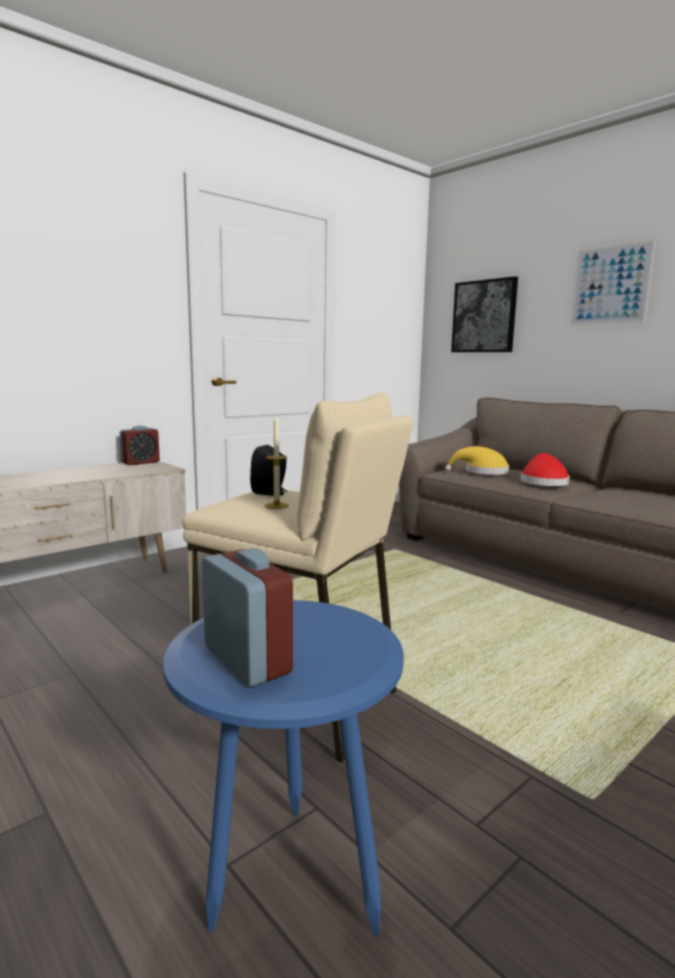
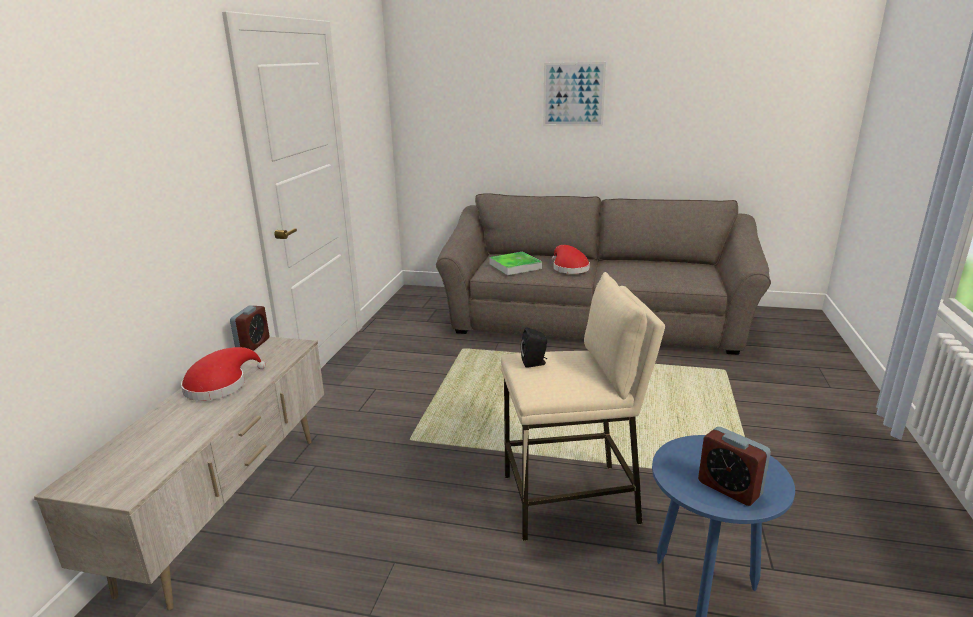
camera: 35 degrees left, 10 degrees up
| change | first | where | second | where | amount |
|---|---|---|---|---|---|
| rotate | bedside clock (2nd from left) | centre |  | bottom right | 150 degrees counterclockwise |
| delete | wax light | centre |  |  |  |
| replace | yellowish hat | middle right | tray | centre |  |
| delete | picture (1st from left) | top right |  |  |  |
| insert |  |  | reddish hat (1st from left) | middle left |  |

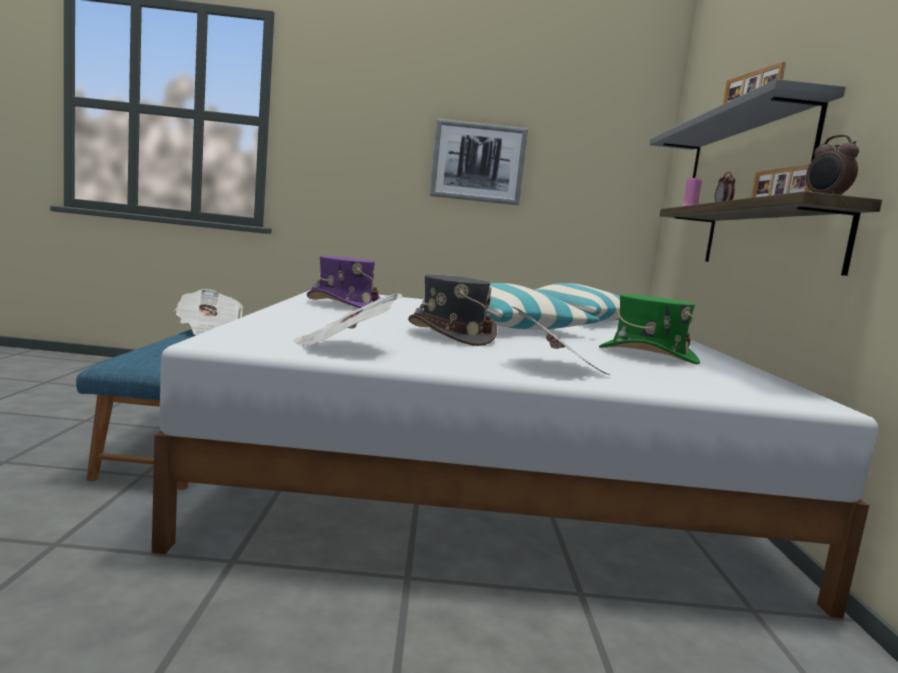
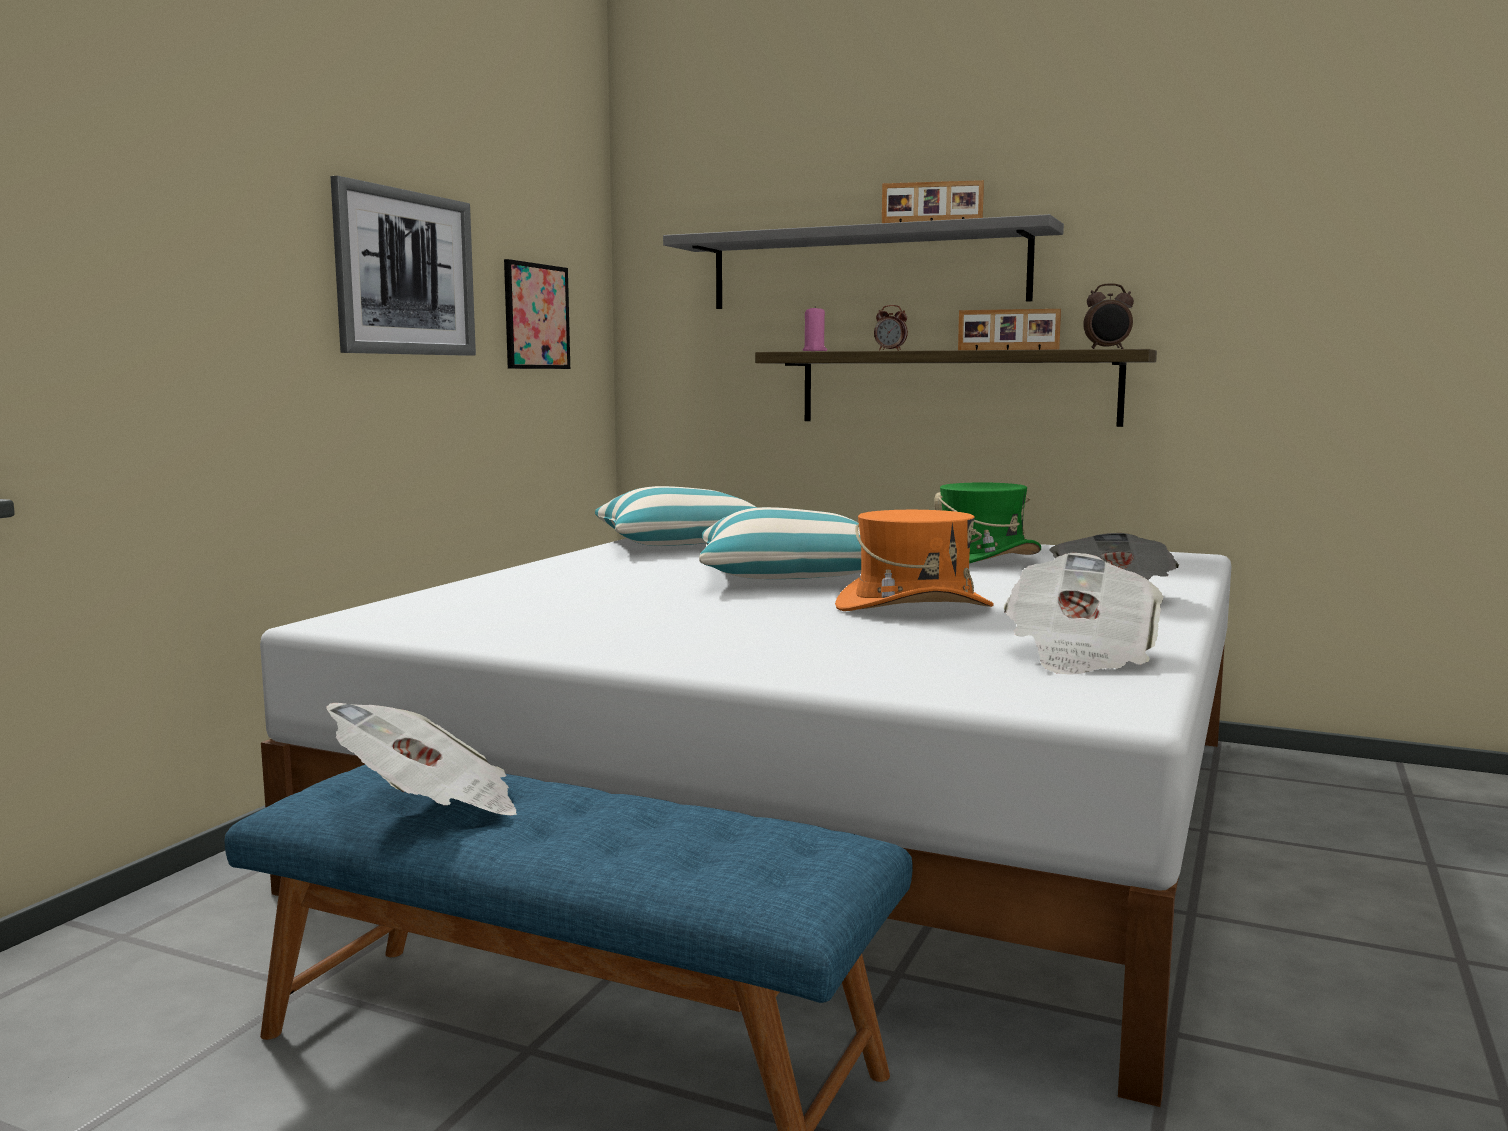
camera: 65 degrees left, 0 degrees up
| change | first | where | second | where | amount |
|---|---|---|---|---|---|
| delete | purplish hat | centre |  |  |  |
| recolor | greyish hat | centre | orange-coloured hat | centre |  |
| insert |  |  | picture (2nd from left) | top centre |  |

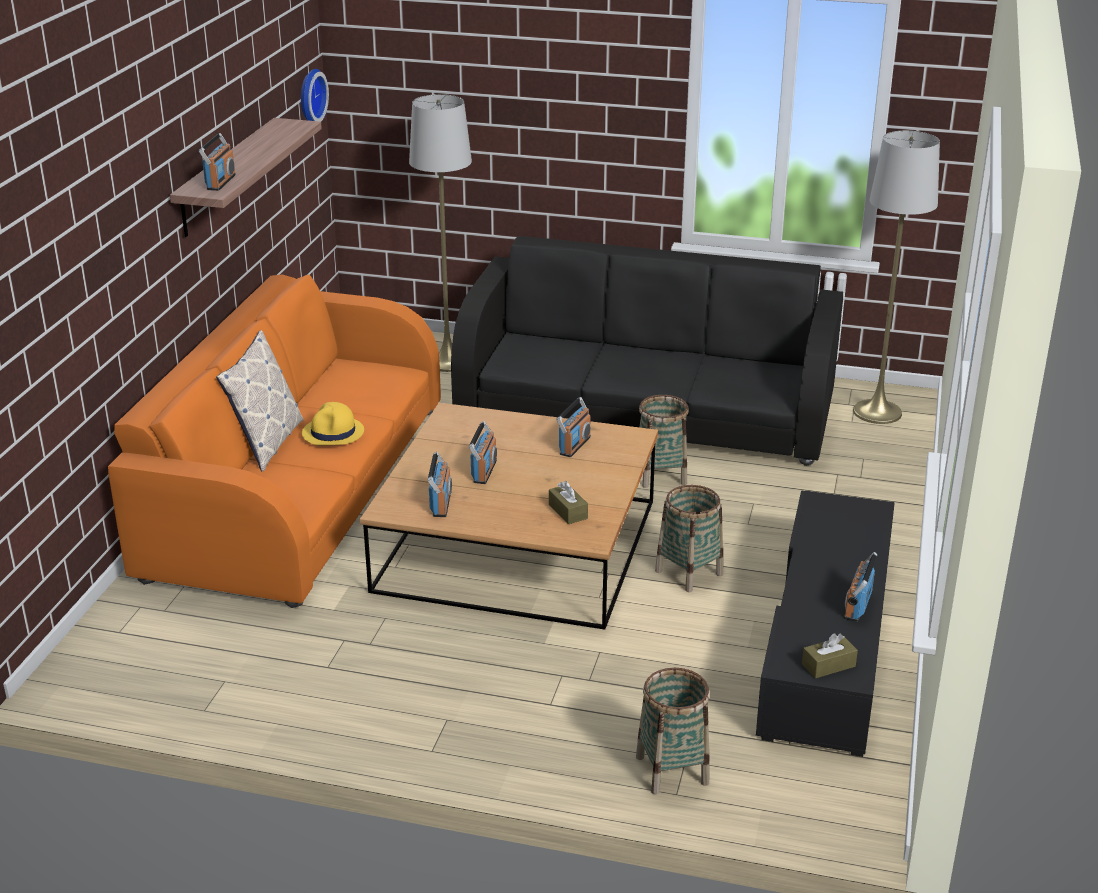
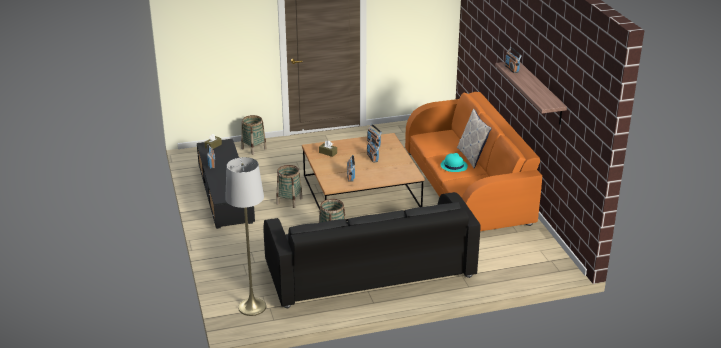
camera: 150 degrees right, 0 degrees up
| change | first | where | second | where | amount |
|---|---|---|---|---|---|
| delete | clock on the wall | top left |  |  |  |
| recolor | yellowish hat | middle left | turquoise hat | centre |  |
| delete | greyish standard lamp (1st from left) | top centre |  |  |  |

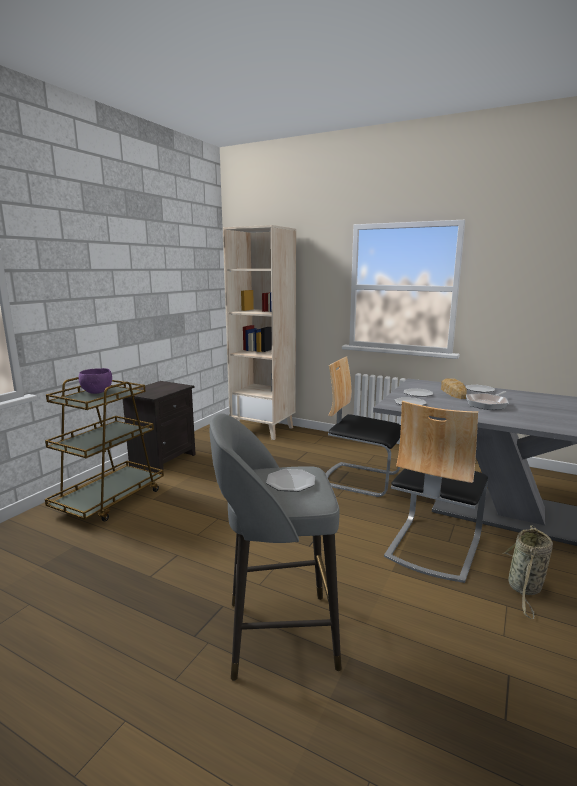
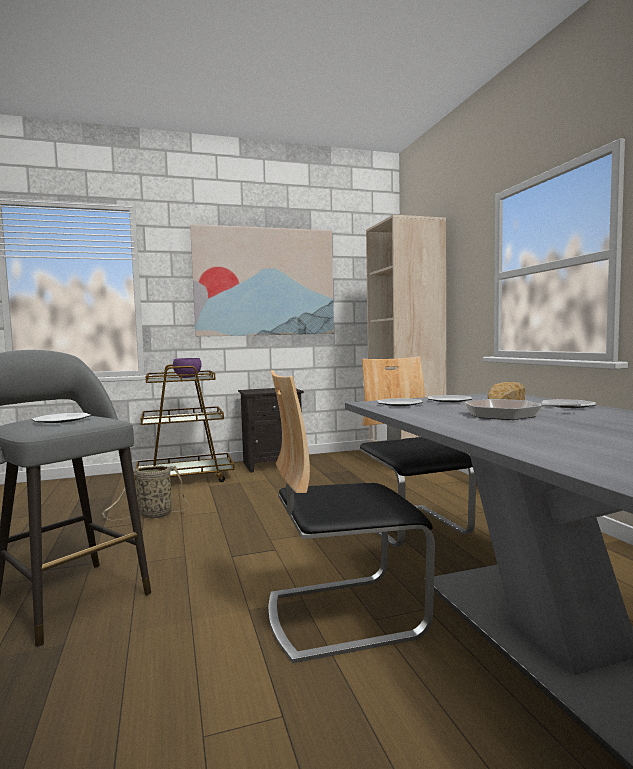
camera: 45 degrees right, 10 degrees down
| change | first | where | second | where | amount |
|---|---|---|---|---|---|
| move | storage basket | bottom right |  | middle left |  |
| insert |  |  | picture | centre |  |

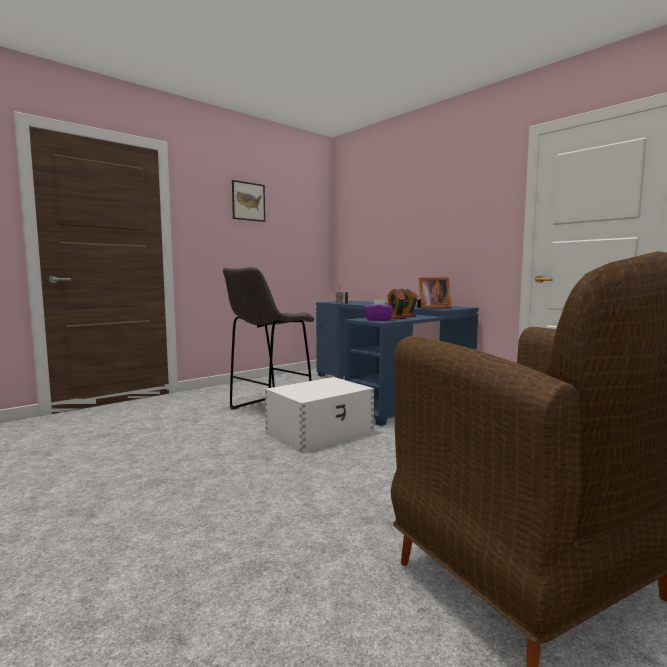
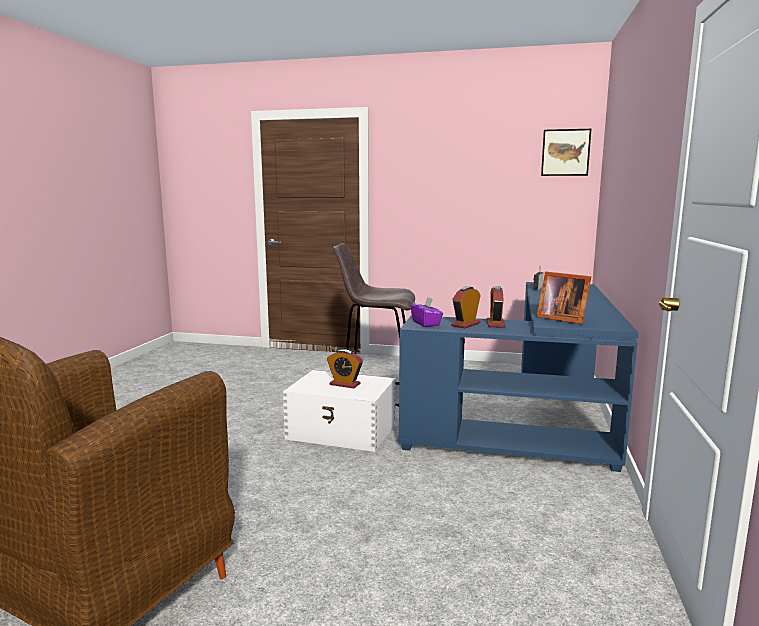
camera: 55 degrees right, 5 degrees up
| change | first | where | second | where | amount |
|---|---|---|---|---|---|
| move | picture | top centre |  | top right |  |
| insert |  |  | bedside clock (1st from left) | centre |  |

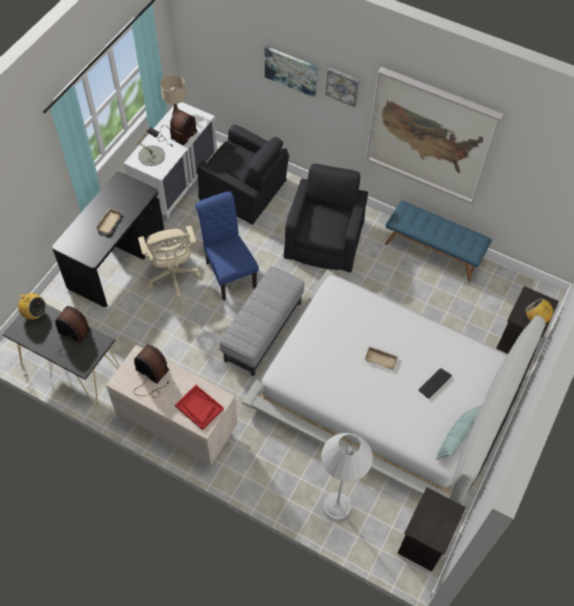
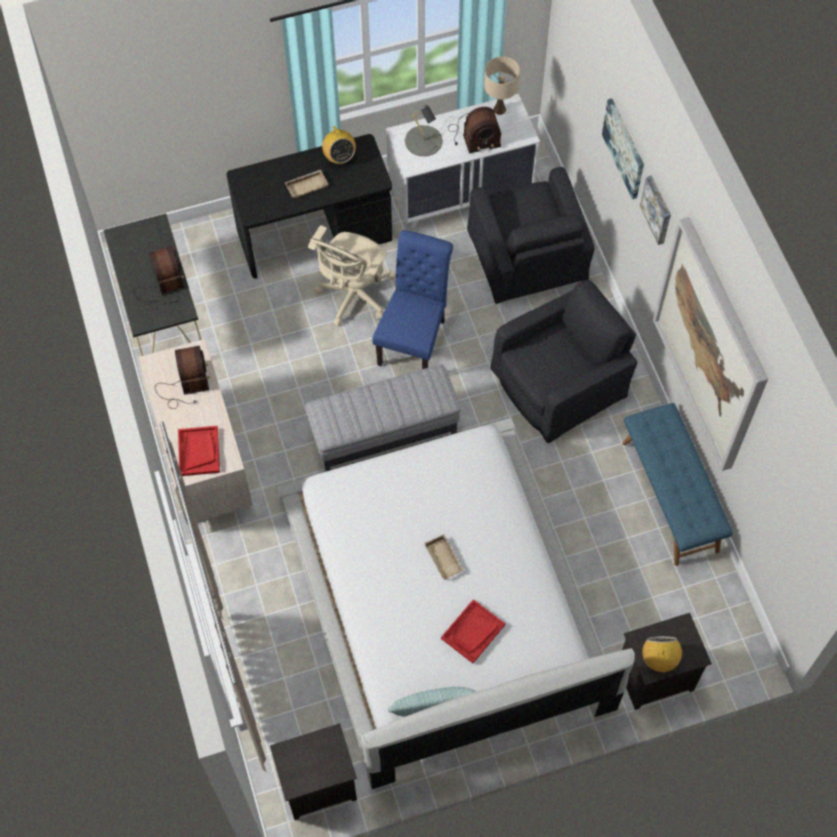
camera: 45 degrees right, 5 degrees up
| change | first | where | second | where | amount |
|---|---|---|---|---|---|
| move | radio receiver (1st from left in the first image) | middle left | radio receiver (3rd from left) | top centre |  |
| delete | white-coloured standard lamp | bottom centre |  |  |  |
| replace | keyboard | middle right | reddish tray (2nd from left) | bottom centre |  |

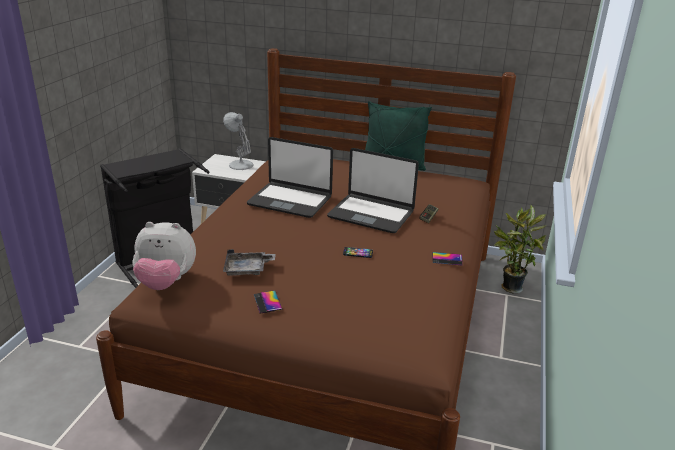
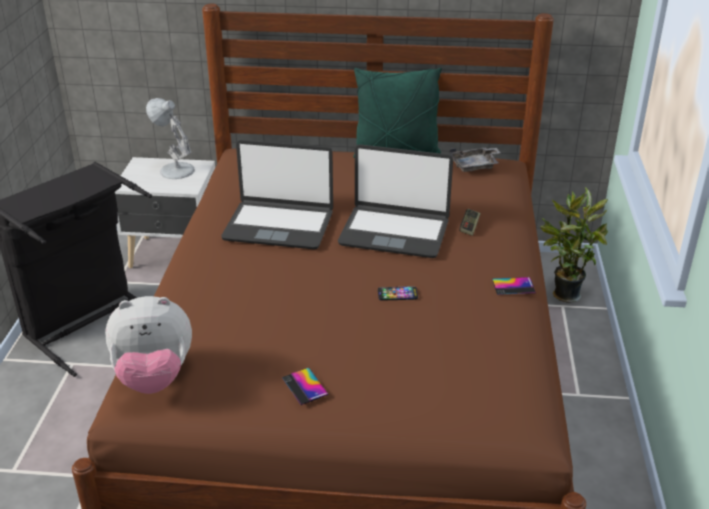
camera: 10 degrees left, 5 degrees up
| change | first | where | second | where | amount |
|---|---|---|---|---|---|
| move | greyish tray | centre |  | top right |  |

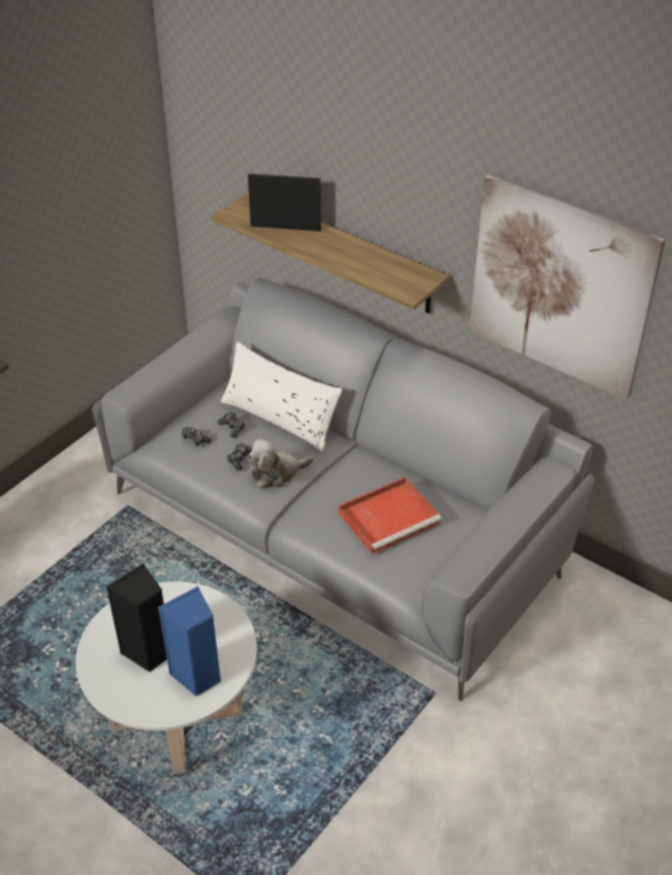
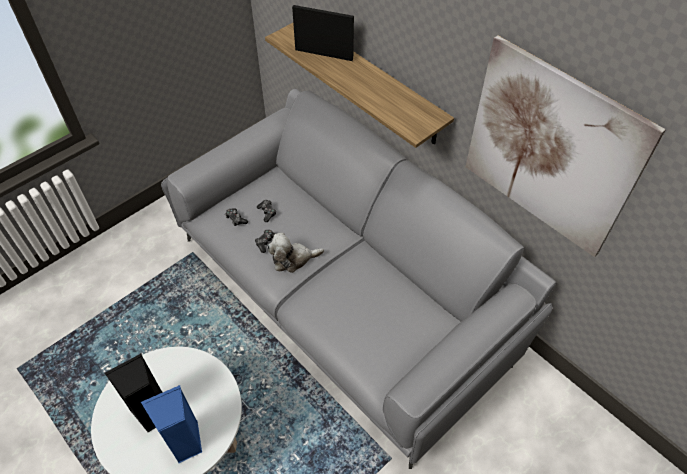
camera: 10 degrees right, 10 degrees up
| change | first | where | second | where | amount |
|---|---|---|---|---|---|
| delete | white-coloured pillow | centre |  |  |  |
| delete | reddish tray | centre |  |  |  |

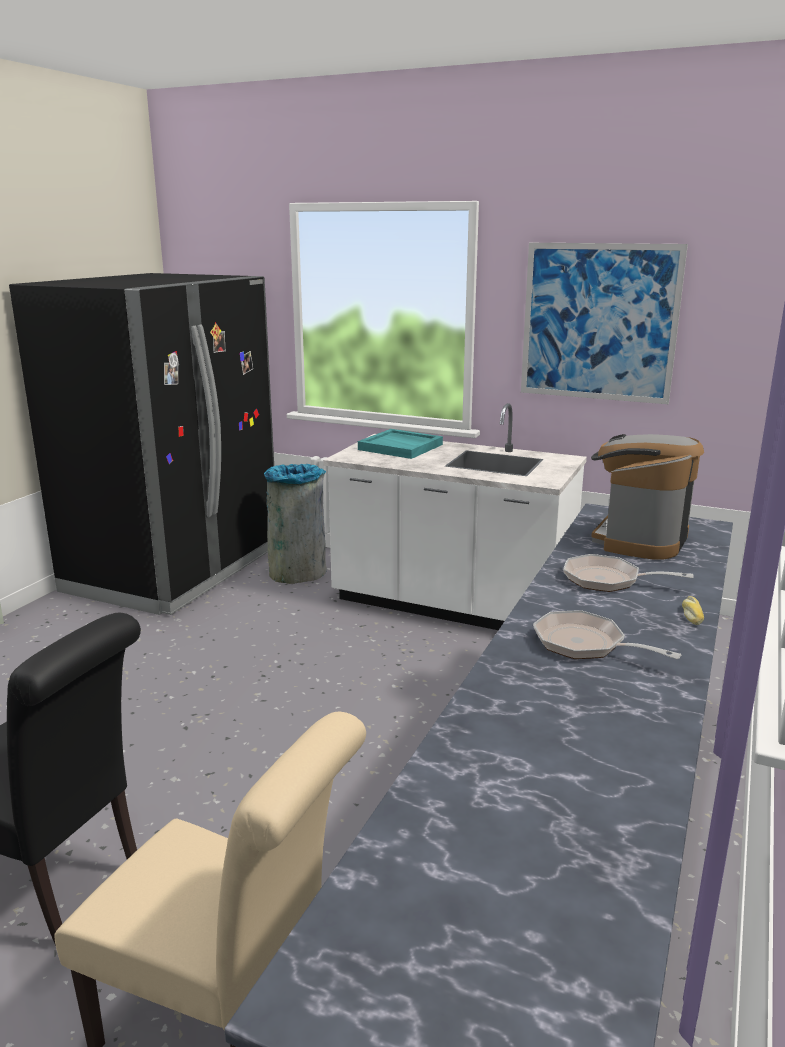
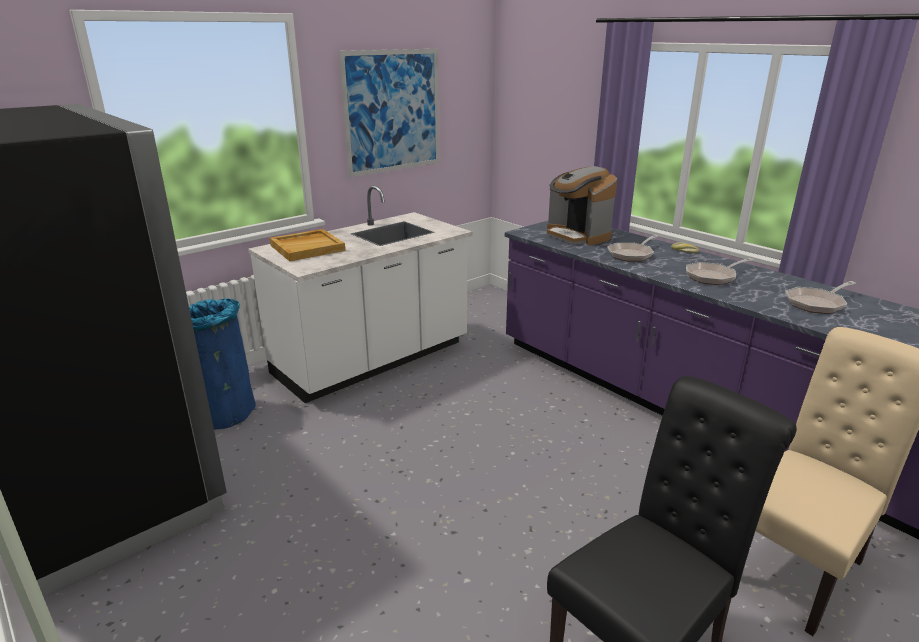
camera: 65 degrees left, 5 degrees up
| change | first | where | second | where | amount |
|---|---|---|---|---|---|
| recolor | greyish rubbish bin | centre | blue rubbish bin | middle left |  |
| recolor | turquoise tray | centre | beige tray | centre |  |
| insert |  |  | pan (3rd from left) | middle right |  |

